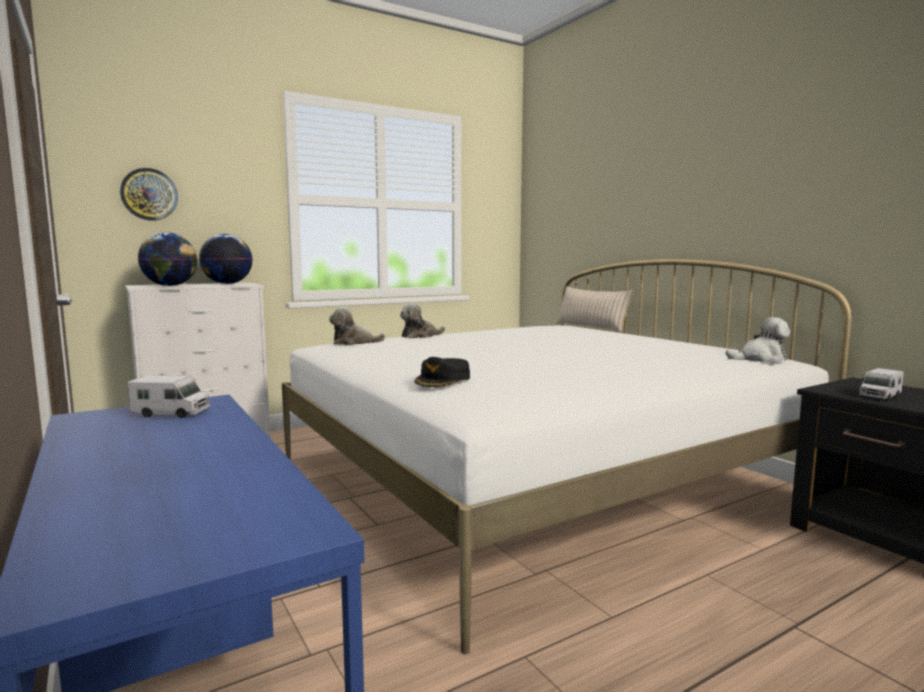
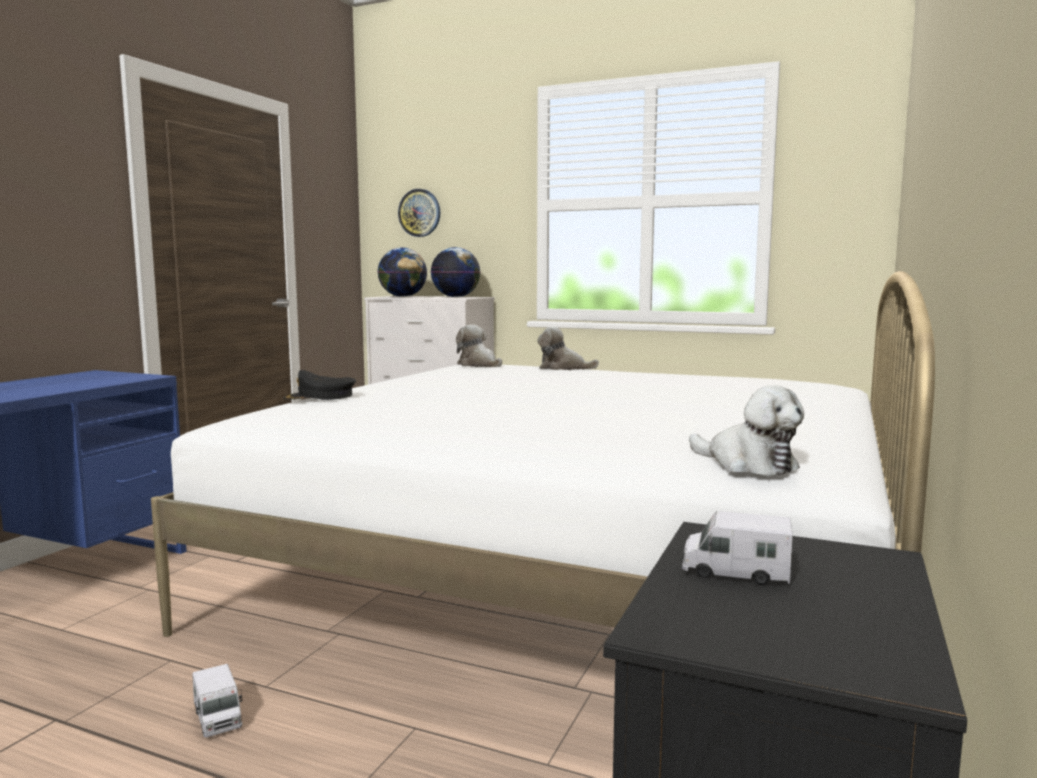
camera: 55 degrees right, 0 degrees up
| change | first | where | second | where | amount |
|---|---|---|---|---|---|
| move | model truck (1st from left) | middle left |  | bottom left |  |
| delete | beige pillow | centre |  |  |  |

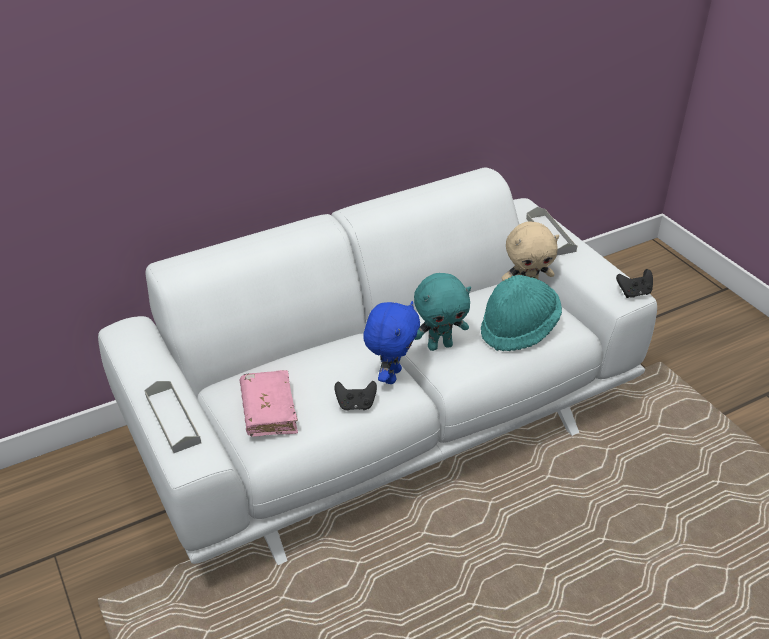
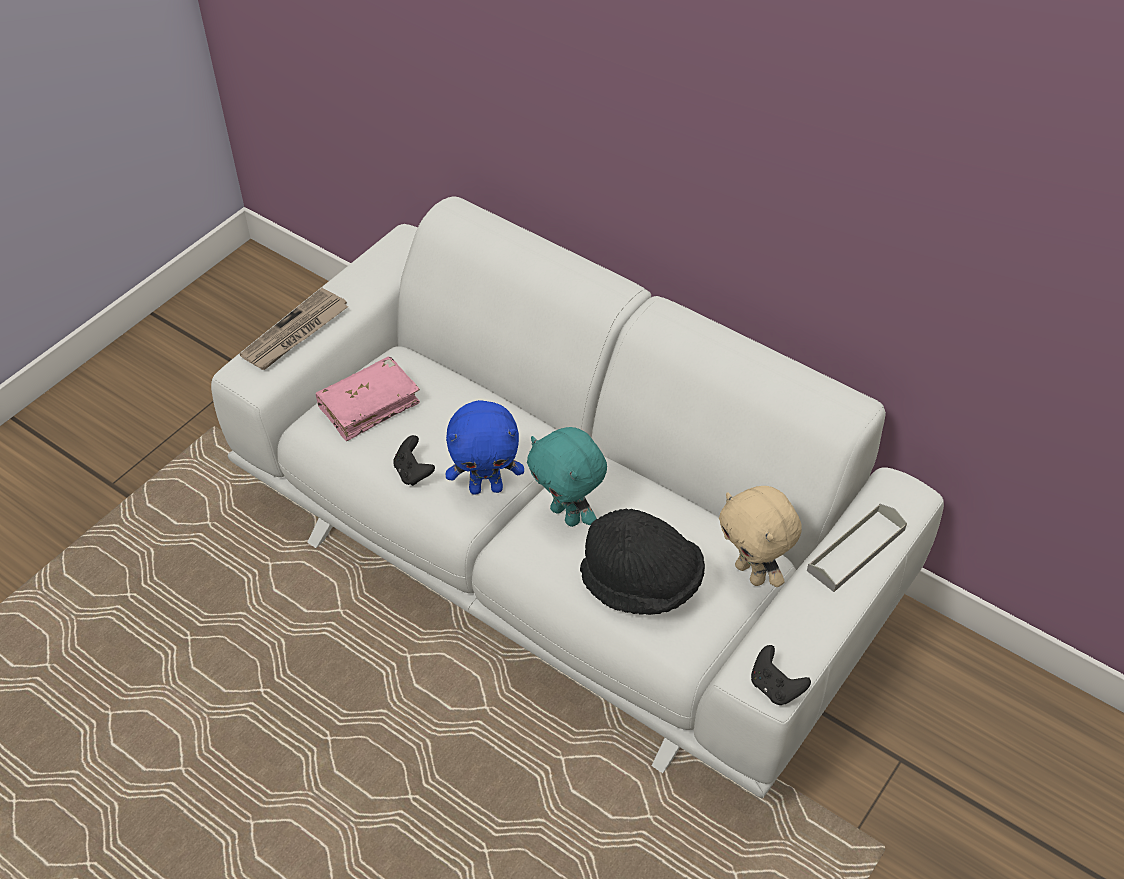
camera: 65 degrees right, 10 degrees up
| change | first | where | second | where | amount |
|---|---|---|---|---|---|
| replace | greyish tray (1st from left) | middle left | newspaper | middle left |  |
| recolor | turquoise hat | middle right | blackish hat | centre |  |

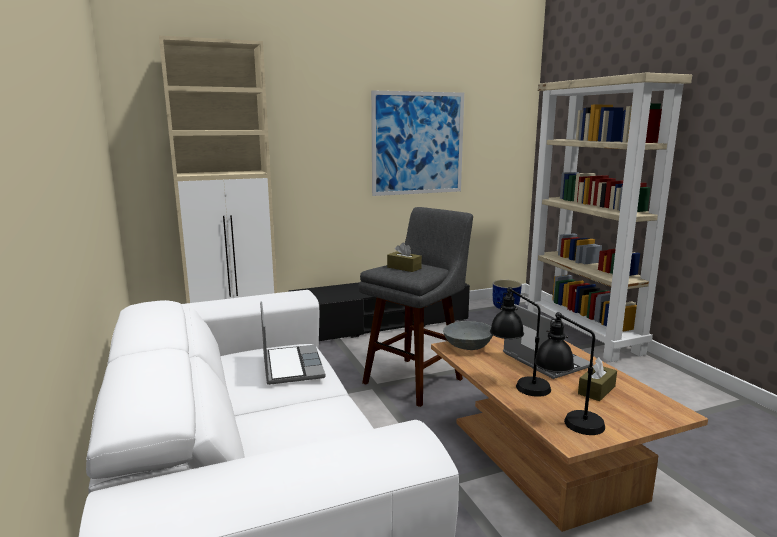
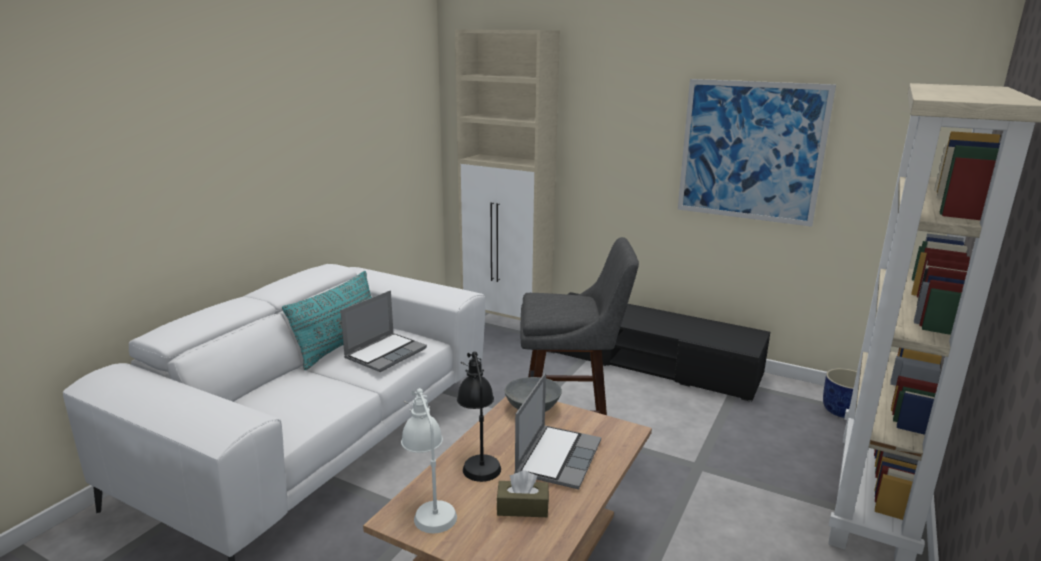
camera: 50 degrees right, 5 degrees up
| change | first | where | second | where | amount |
|---|---|---|---|---|---|
| delete | brown-coloured tissue holder (1st from left) | centre |  |  |  |
| recolor | blackish table lamp (2nd from left) | bottom right | white-coloured table lamp | bottom centre |  |
| insert |  |  | turquoise pillow | middle left |  |

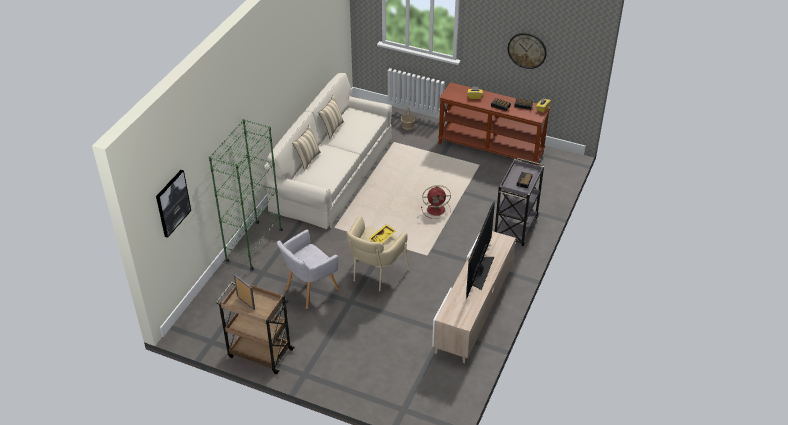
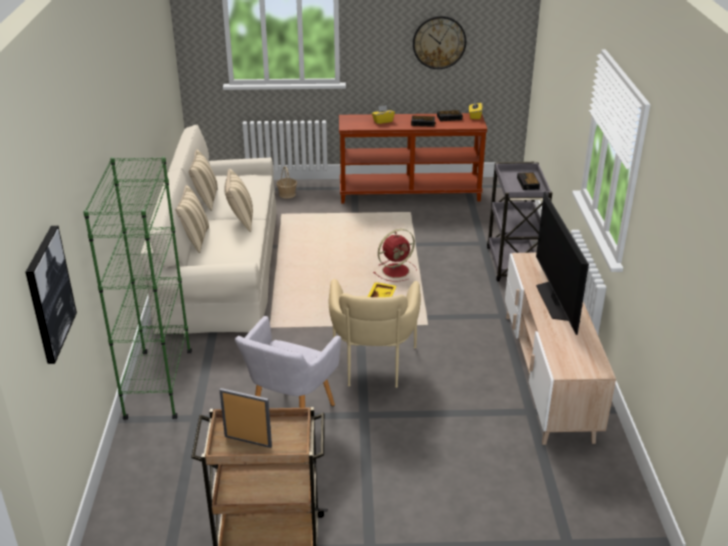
camera: 25 degrees left, 10 degrees down
| change | first | where | second | where | amount |
|---|---|---|---|---|---|
| insert |  |  | beige pillow (3rd from left) | middle left |  |

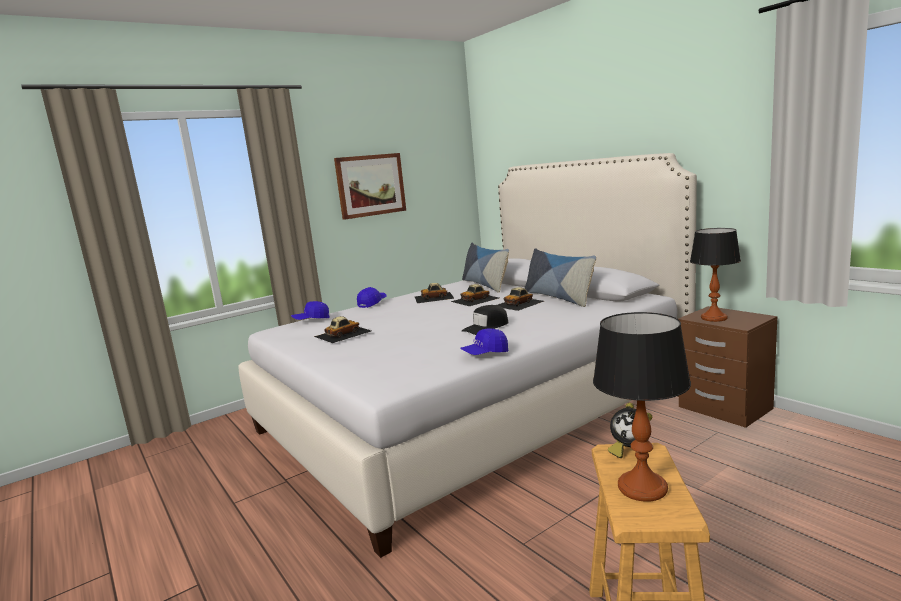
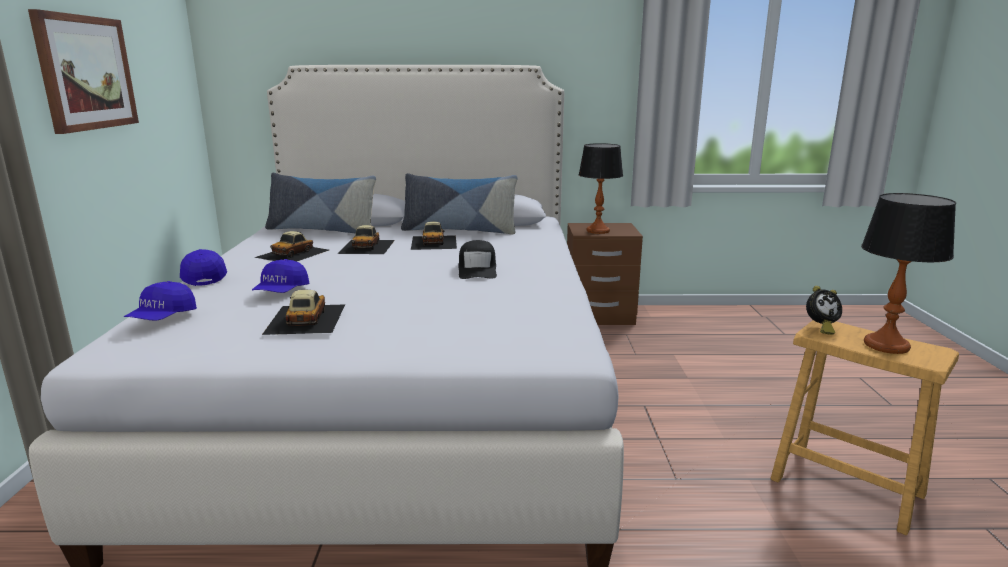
camera: 55 degrees left, 5 degrees up
| change | first | where | second | where | amount |
|---|---|---|---|---|---|
| move | blue baseball cap (3rd from left) | centre |  | middle left |  |

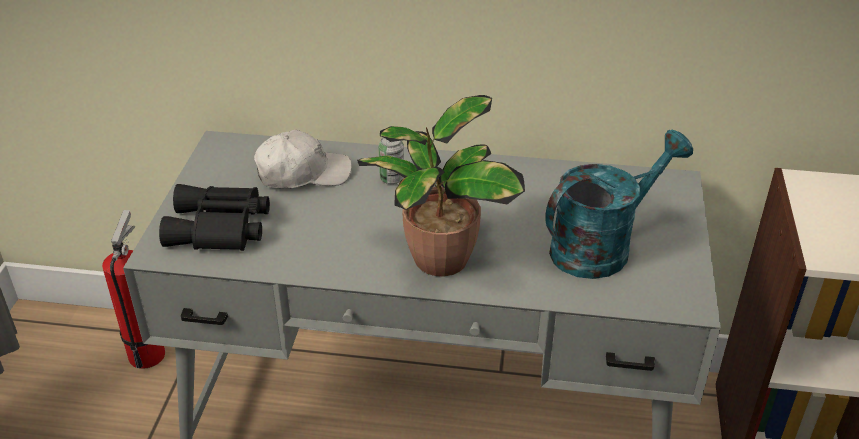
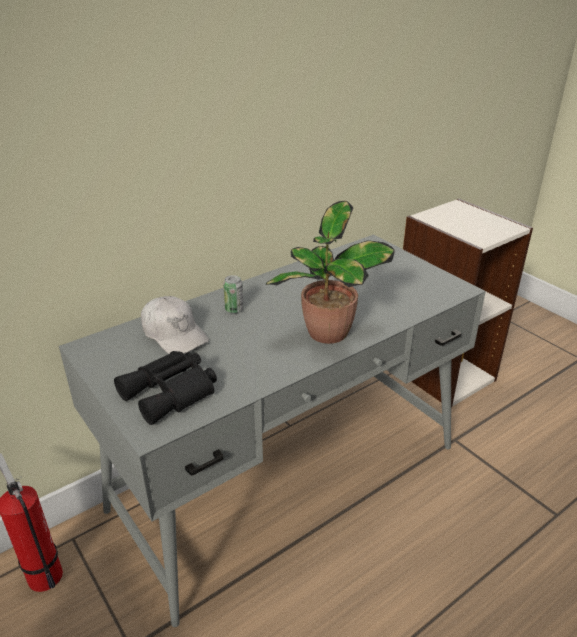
camera: 45 degrees left, 5 degrees down
| change | first | where | second | where | amount |
|---|---|---|---|---|---|
| rotate | white-coloured baseball cap | centre |  | middle left | 105 degrees clockwise |
| delete | turquoise watering pot | middle right |  |  |  |

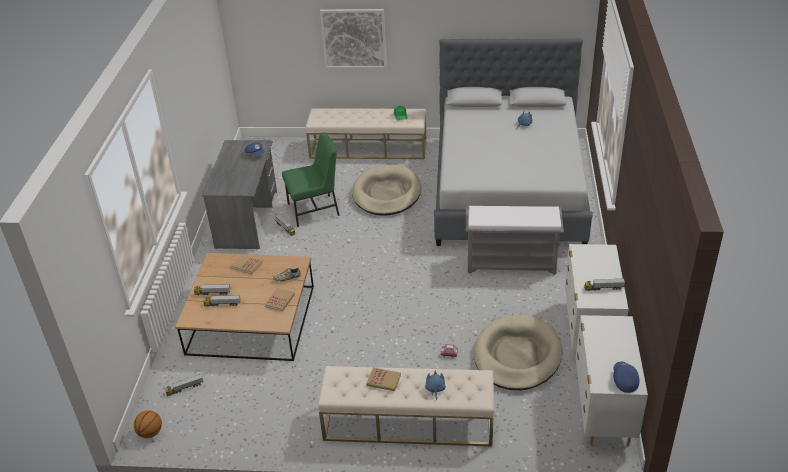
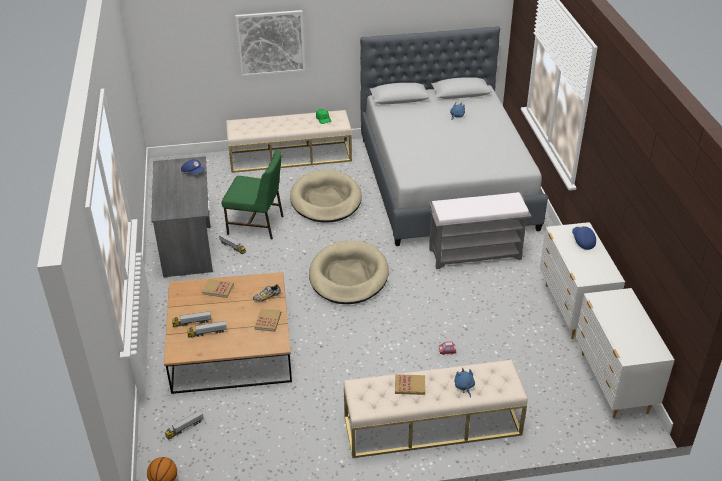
camera: 15 degrees left, 0 degrees up
| change | first | where | second | where | amount |
|---|---|---|---|---|---|
| rotate | green-coloured plain chair | centre |  | centre | 45 degrees clockwise |
| move | beige dog cushion (2nd from left) | bottom centre |  | centre |  |
| delete | model truck (5th from left) | middle right |  |  |  |
| move | blue baseball cap (2nd from left) | bottom right |  | middle right |  |

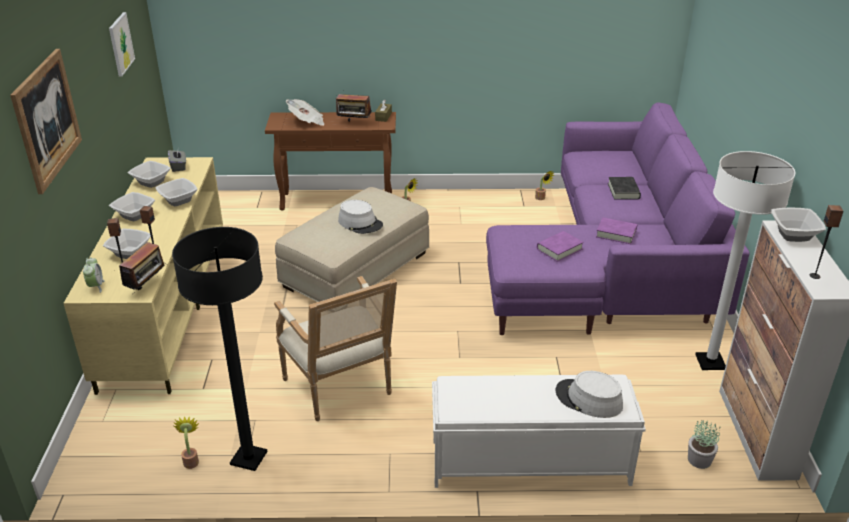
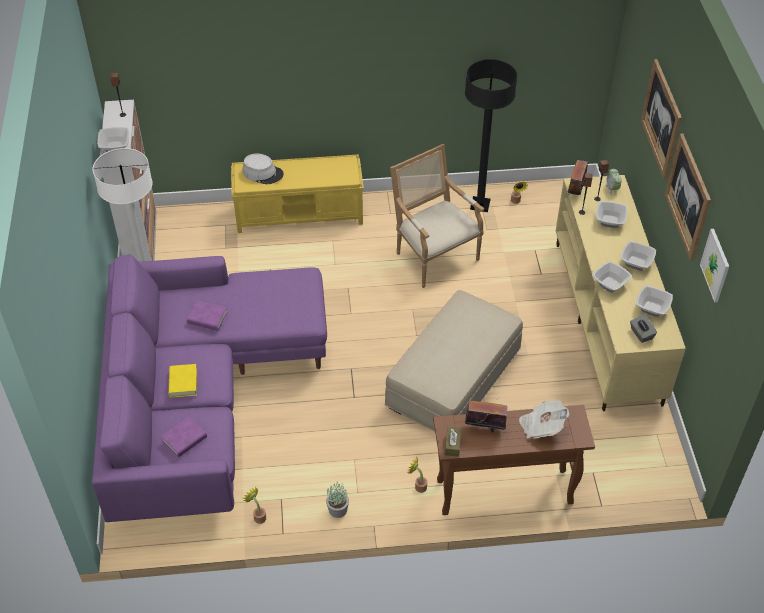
camera: 175 degrees right, 15 degrees up
| change | first | where | second | where | amount |
|---|---|---|---|---|---|
| delete | greyish hat (1st from left) | centre |  |  |  |
| recolor | white-coloured indoor bench | bottom centre | yellowish indoor bench | top centre |  |
| move | purplish volume (1st from left) | centre |  | bottom left |  |
| recolor | blackish volume | middle right | yellowish volume | middle left |  |
| move | plant in a pot (4th from left in the first image) | bottom right | plant in a pot (2nd from left) | bottom centre |  |
| insert |  |  | picture (2nd from left) | top right |  |

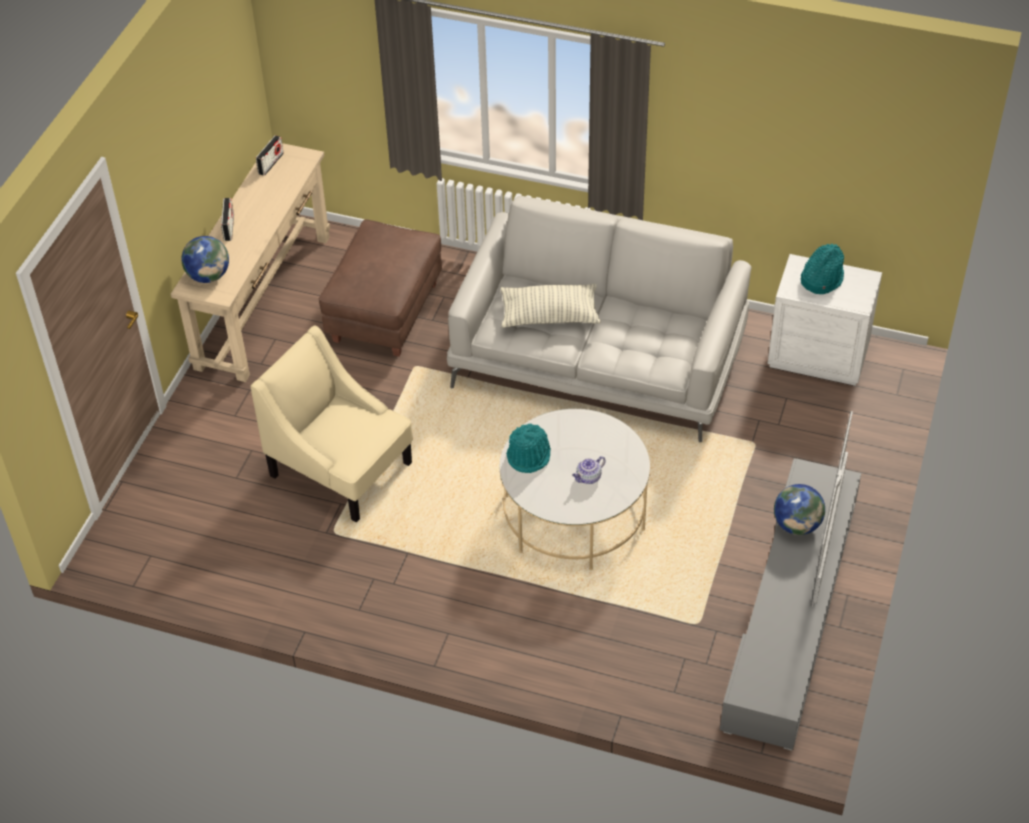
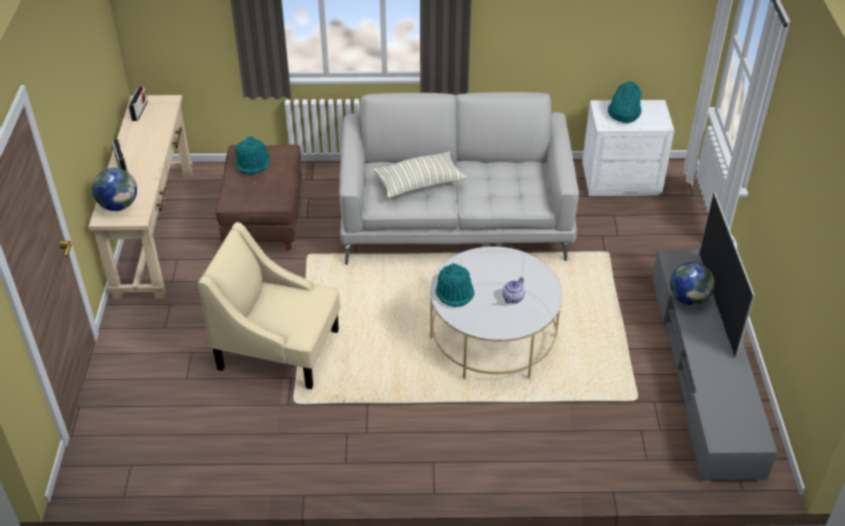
camera: 20 degrees left, 5 degrees down
| change | first | where | second | where | amount |
|---|---|---|---|---|---|
| insert |  |  | turquoise hat (1st from left) | top left |  |

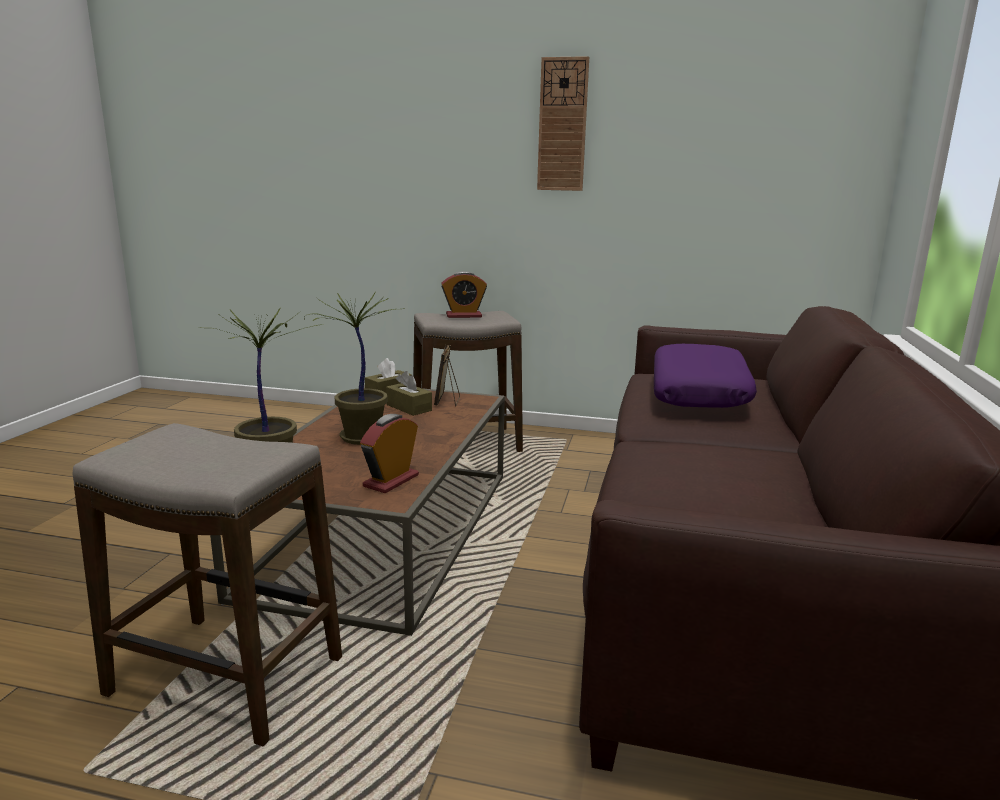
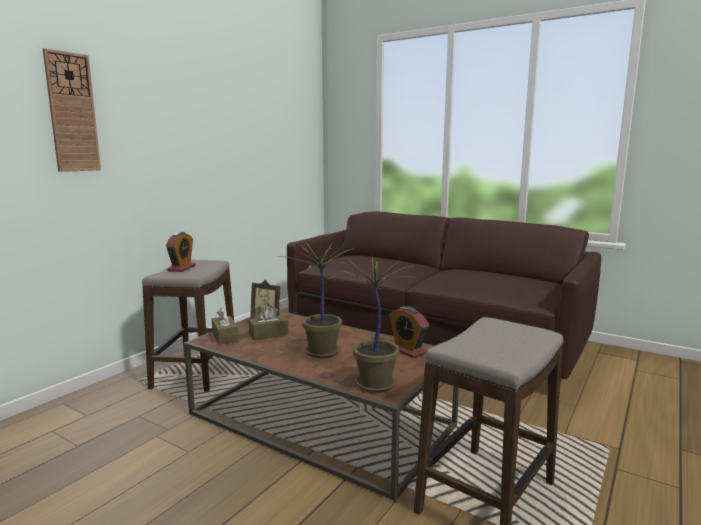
camera: 70 degrees left, 5 degrees down
| change | first | where | second | where | amount |
|---|---|---|---|---|---|
| move | clock on the wall | top centre |  | top left |  |
| delete | purplish pillow | middle right |  |  |  |

